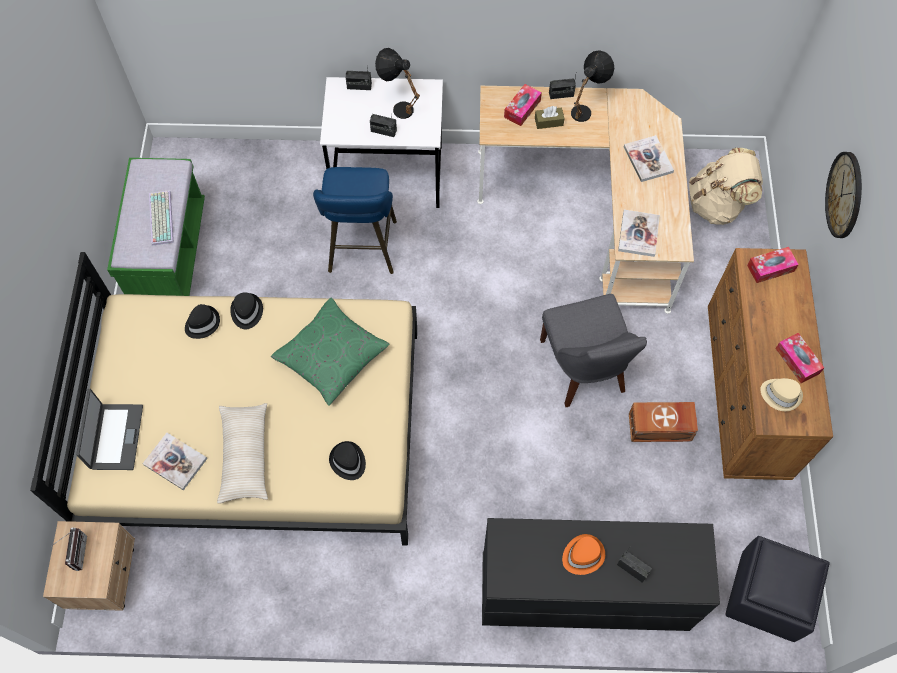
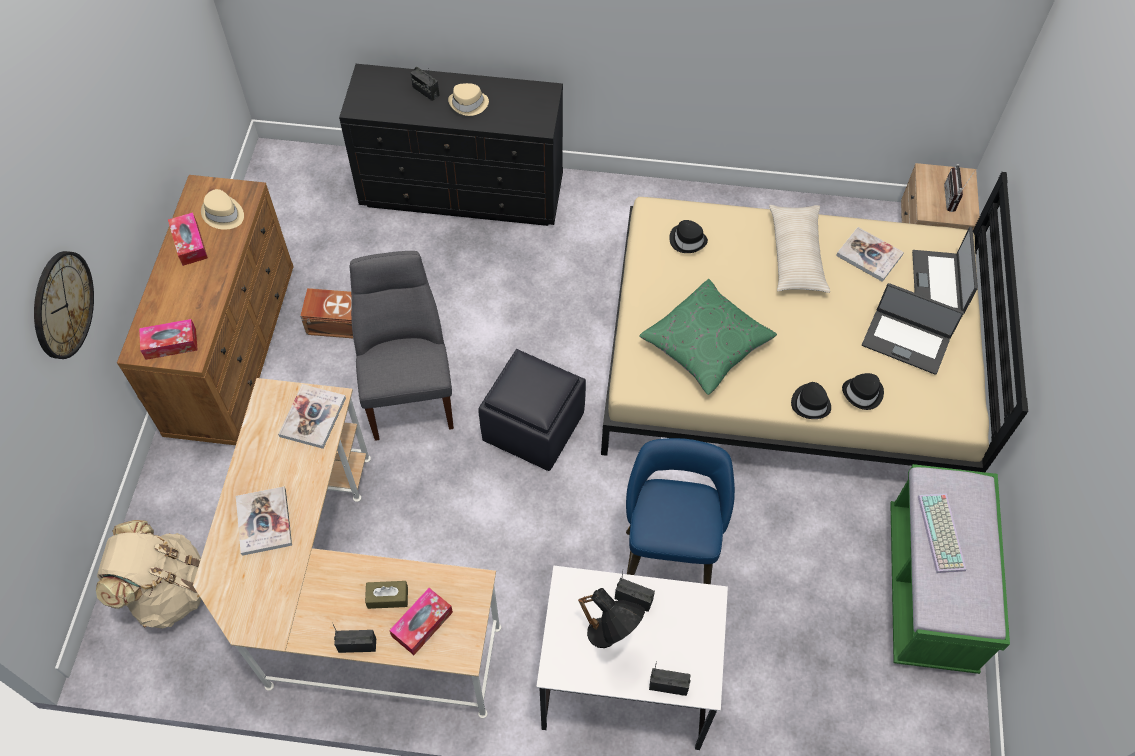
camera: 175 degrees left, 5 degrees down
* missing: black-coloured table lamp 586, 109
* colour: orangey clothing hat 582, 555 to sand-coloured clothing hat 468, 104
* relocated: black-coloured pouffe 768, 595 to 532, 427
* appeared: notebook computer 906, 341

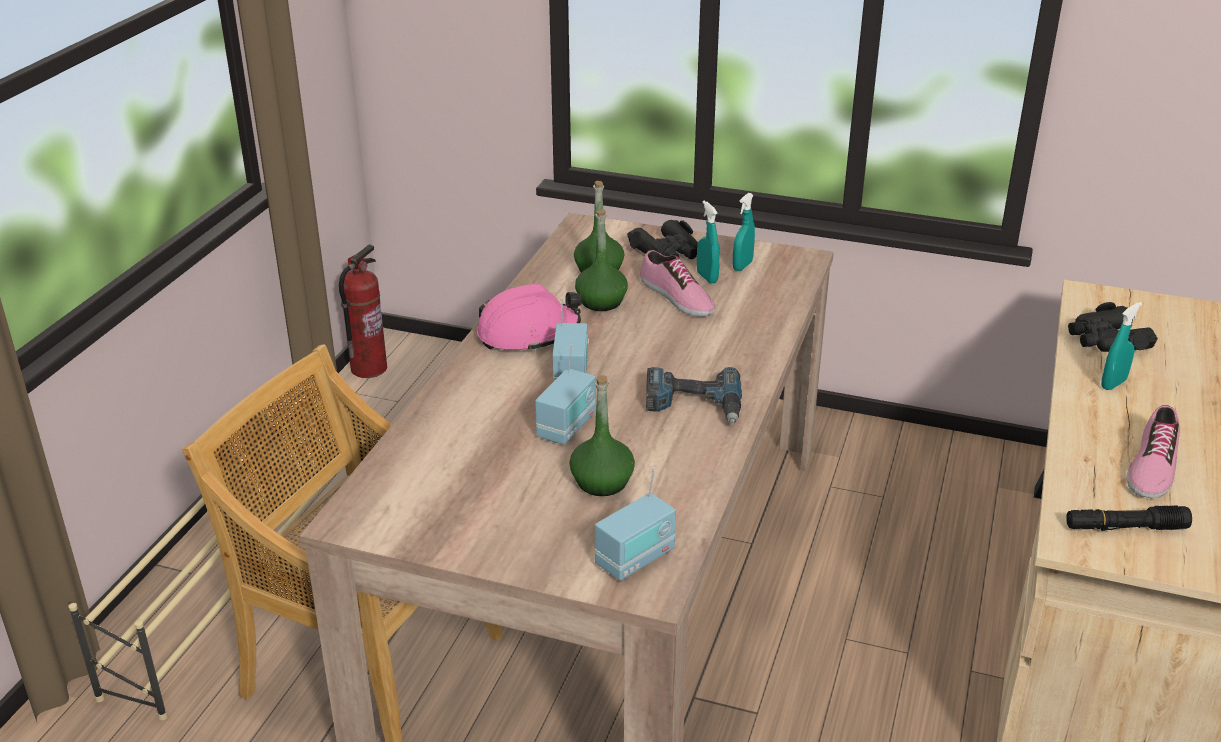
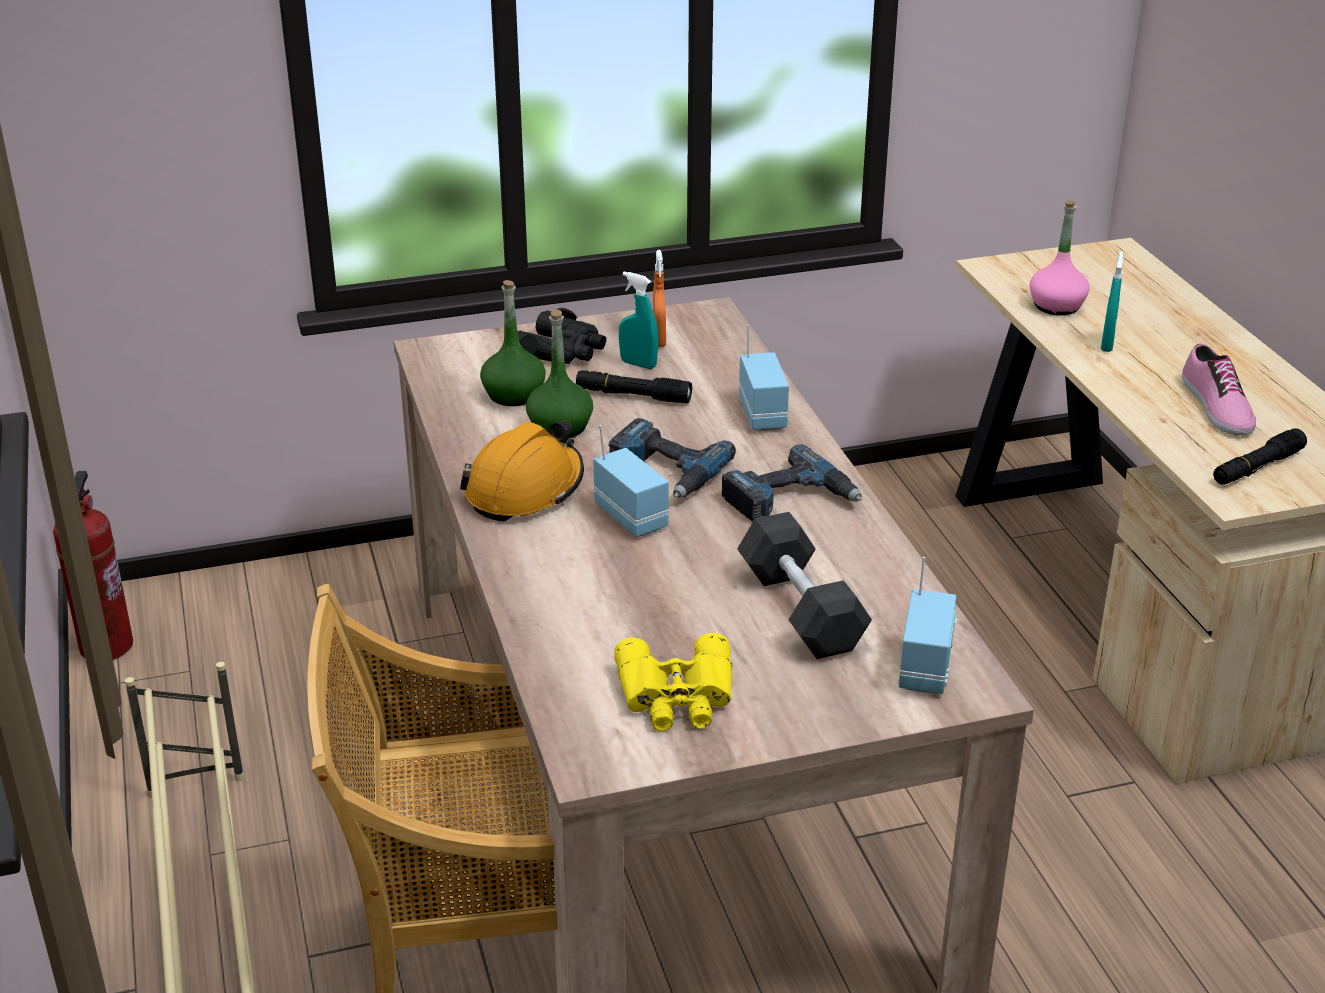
camera: 35 degrees left, 0 degrees up
* colour: turquoise-coloured sprayer 742, 266 to orangey sprayer 659, 340
* exchanged: item of footwear 676, 297 to black-coloured hand torch 633, 395
* colour: pink hard hat 528, 333 to orangey hard hat 525, 489
* exchanged: black-coloured field glasses 1106, 340 to pink bottle 1056, 306
* relocated: radio receiver 567, 427 to 763, 415
* exchanged: greenish bottle 602, 482 to grey dumbbell 801, 610
* appeared: power drill 665, 471
* appeared: yellow field glasses 677, 696

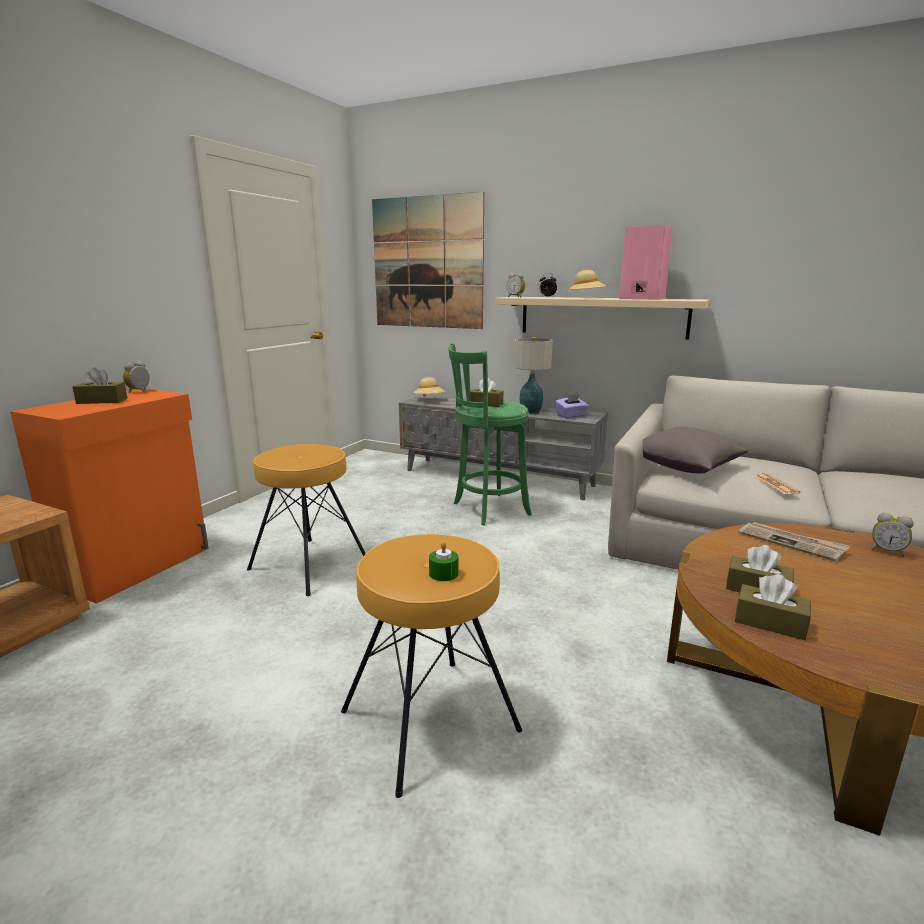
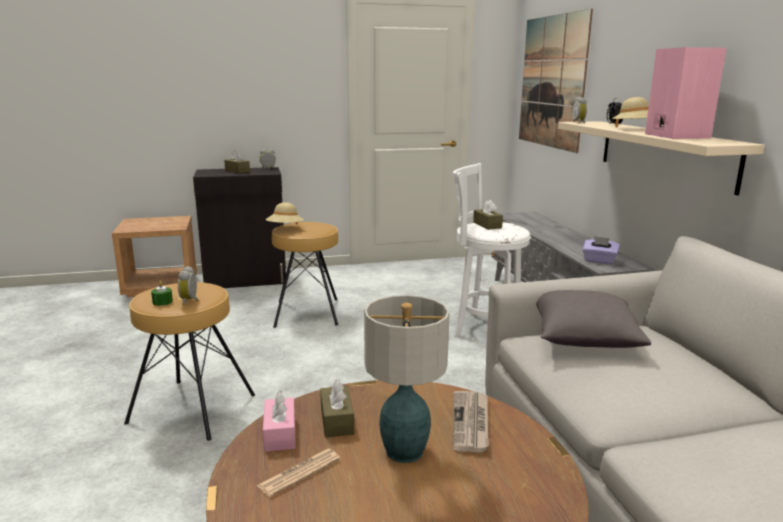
camera: 50 degrees right, 0 degrees up
* relocated: table lamp 531, 412 to 405, 452
* colour: greenish stool 487, 509 to white stool 484, 329
* relocated: sand-coloured clothing hat 429, 400 to 285, 228
* colour: orangey cupboard 138, 566 to black-coloured cupboard 246, 280
* relocated: printed paper 776, 484 to 299, 473
* relocated: table clock 887, 551 to 190, 301
* colour: brownish box of tissues 770, 622 to pink box of tissues 280, 434

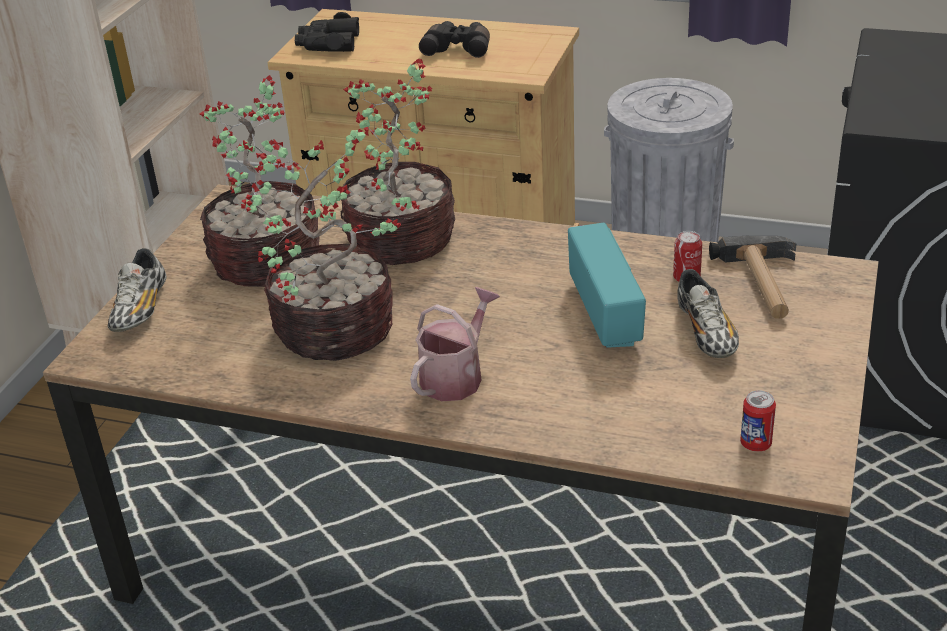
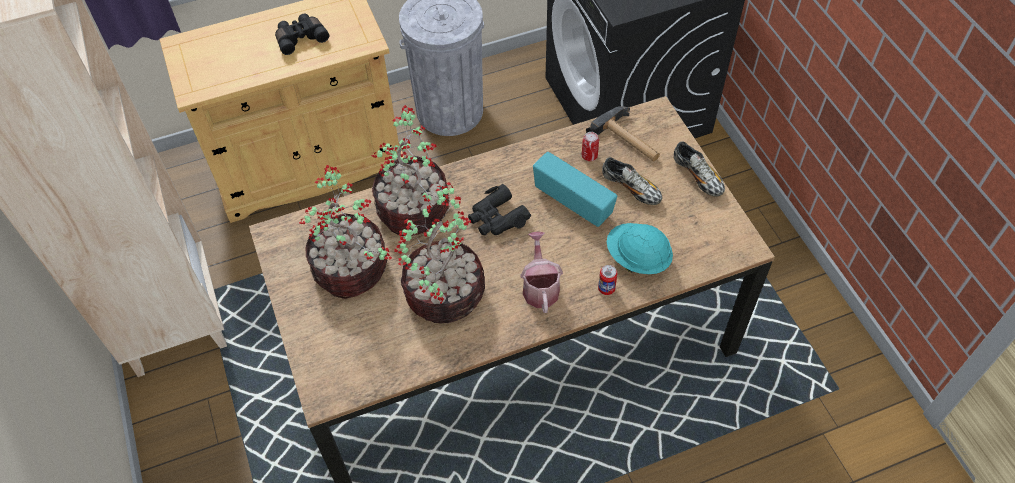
camera: 40 degrees left, 20 degrees up
* relocated: black-coloured field glasses 328, 43 to 497, 218
* relocated: item of footwear 140, 309 to 697, 177
* relocated: can 755, 444 to 606, 288
* appeared: turquoise-coloured hard hat 637, 258

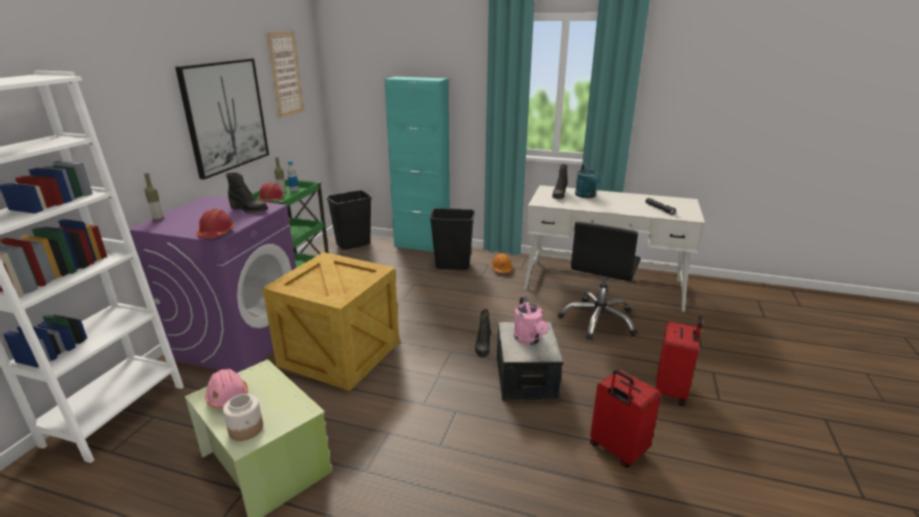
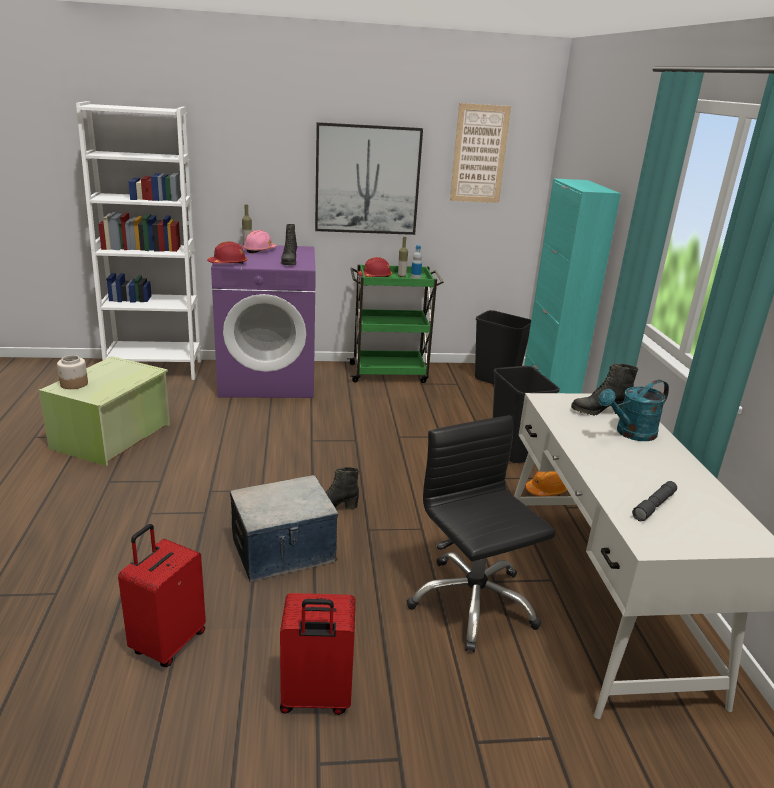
camera: 65 degrees right, 0 degrees up
* spun: black-coloured office chair 598, 320 = 472, 602 60 degrees clockwise
* missing: shipping crate 339, 352
* missing: pink sprinkling can 529, 340
* relocated: pink hard hat 227, 396 to 259, 250

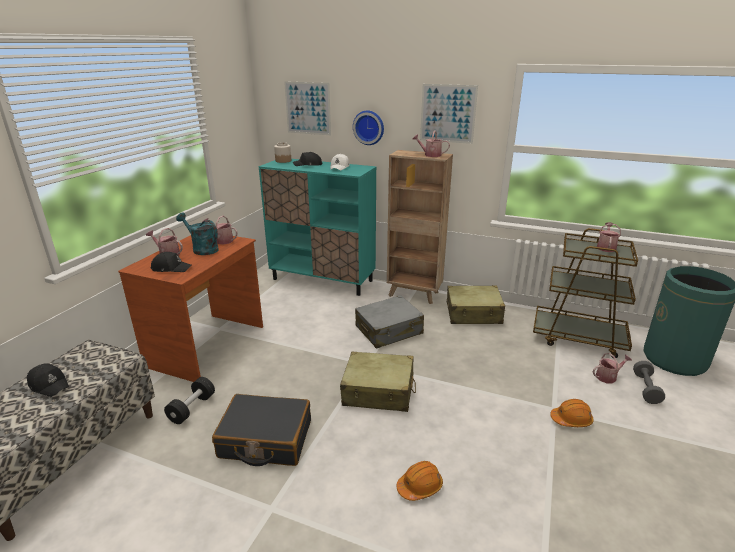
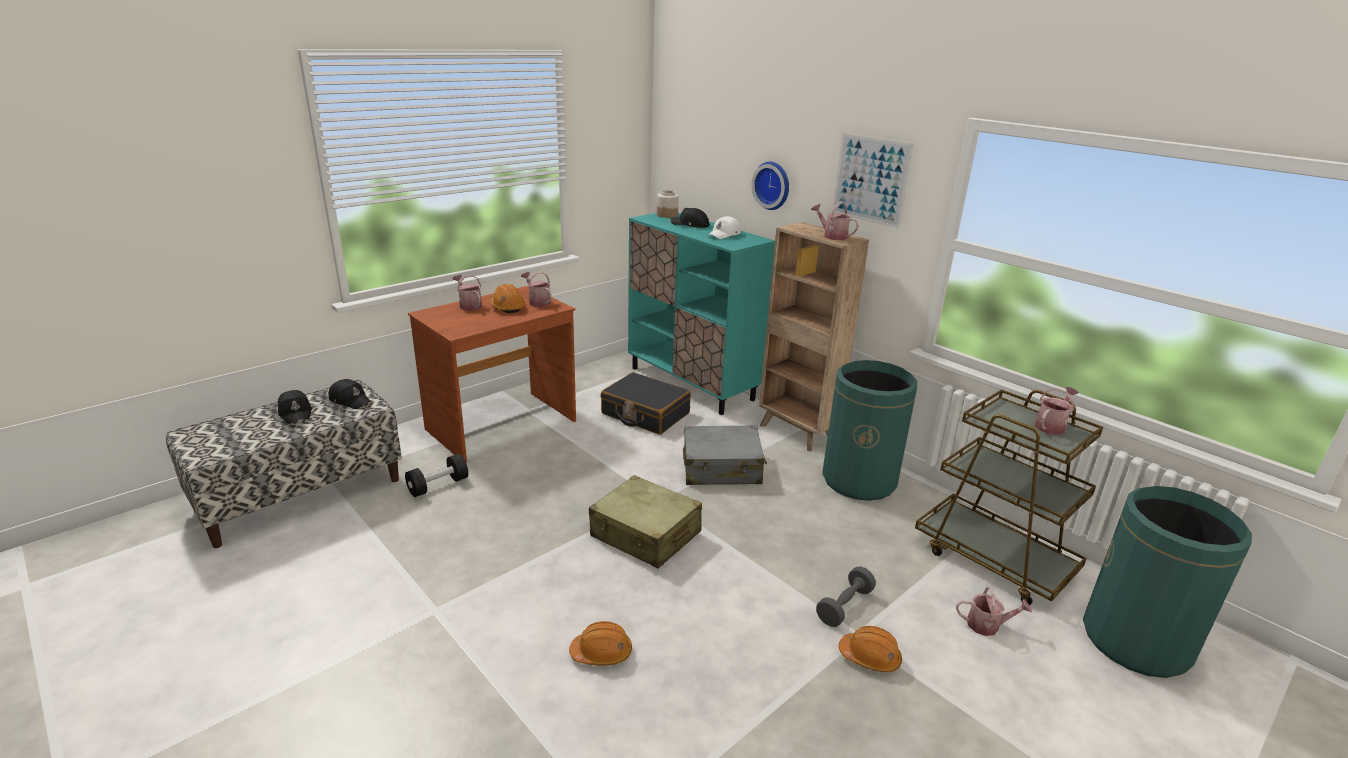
camera: 25 degrees right, 0 degrees up
* missing: wall art 308, 108
* exchanged: turquoise-coloured sprinkling can 202, 249 to orangey hard hat 508, 307
* relocated: black-coloured peaked cap 171, 268 to 350, 400
* exchanged: sand-coloured piece of luggage 473, 313 to greenish trash can 859, 480
* relocated: grey dumbbell 646, 389 to 844, 606
* relocated: black-coloured piece of luggage 265, 439 to 645, 414

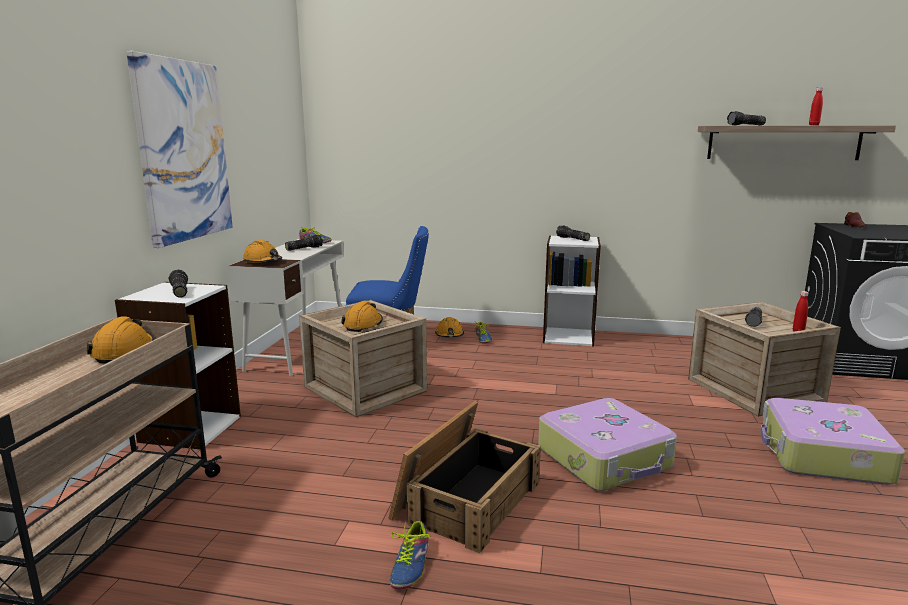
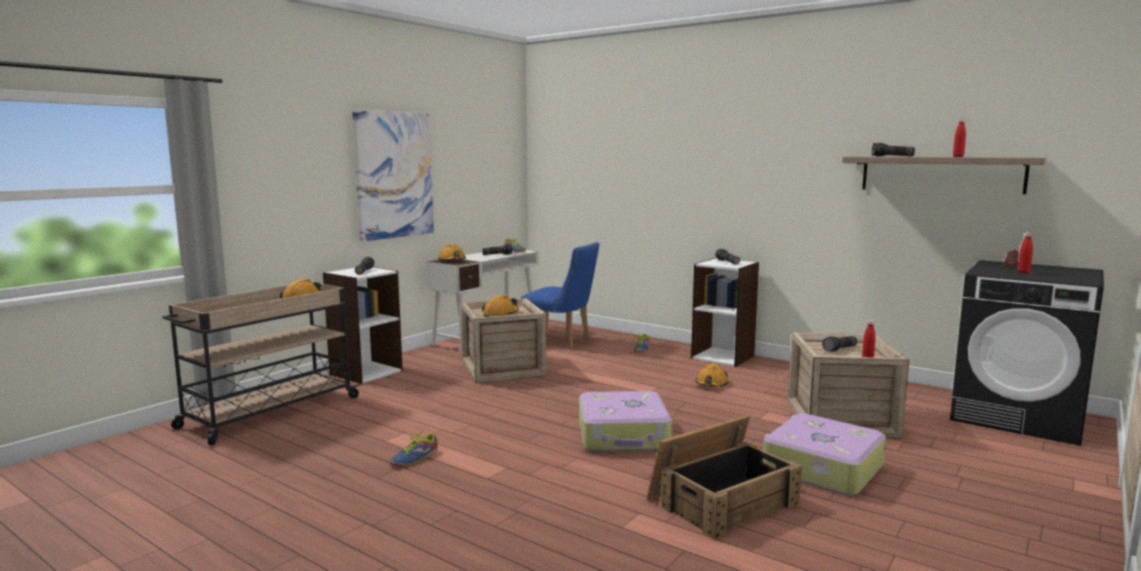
camera: 25 degrees right, 5 degrees down
* relocated: orangey hard hat 449, 335 to 711, 384
* relocated: shipping crate 466, 499 to 722, 500
* appeared: reddish bottle 1023, 272

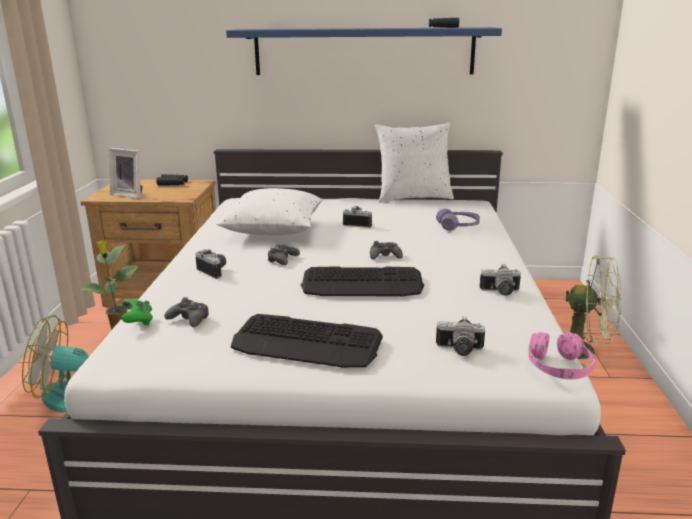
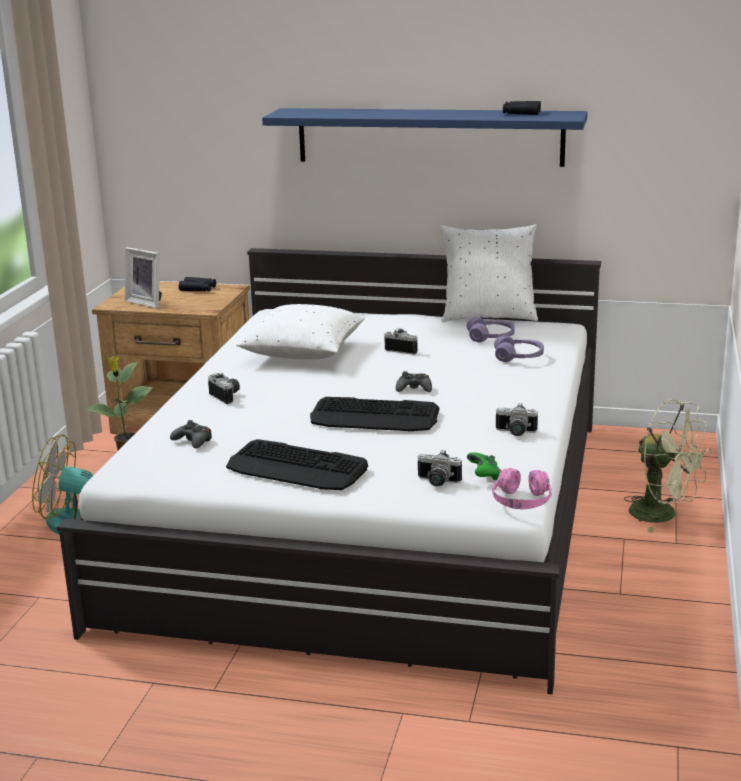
camera: 10 degrees right, 0 degrees up
* missing: black-coloured game controller 282, 259
* relocated: greenish game controller 138, 321 to 485, 476
* appeared: purple-coloured headphones 491, 338

